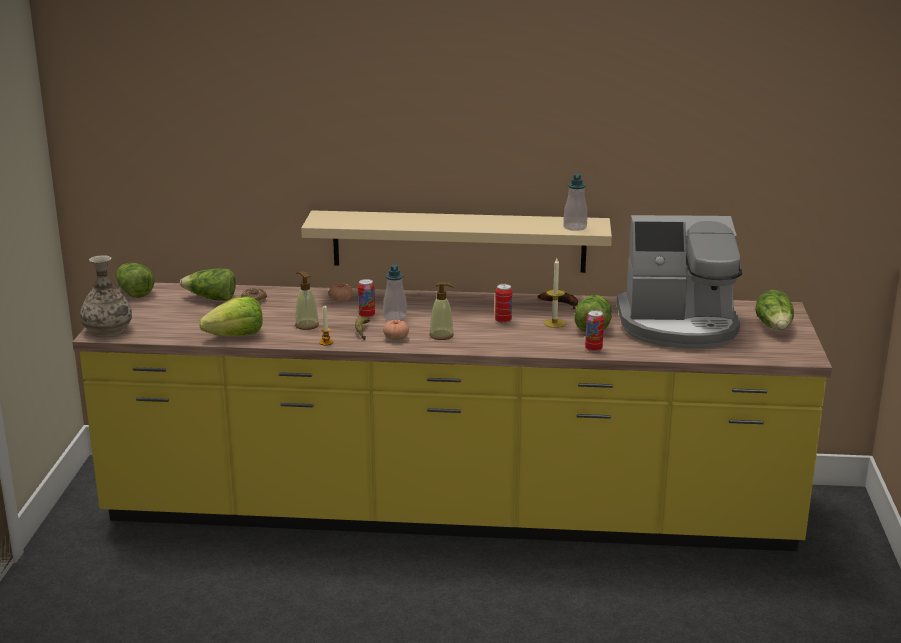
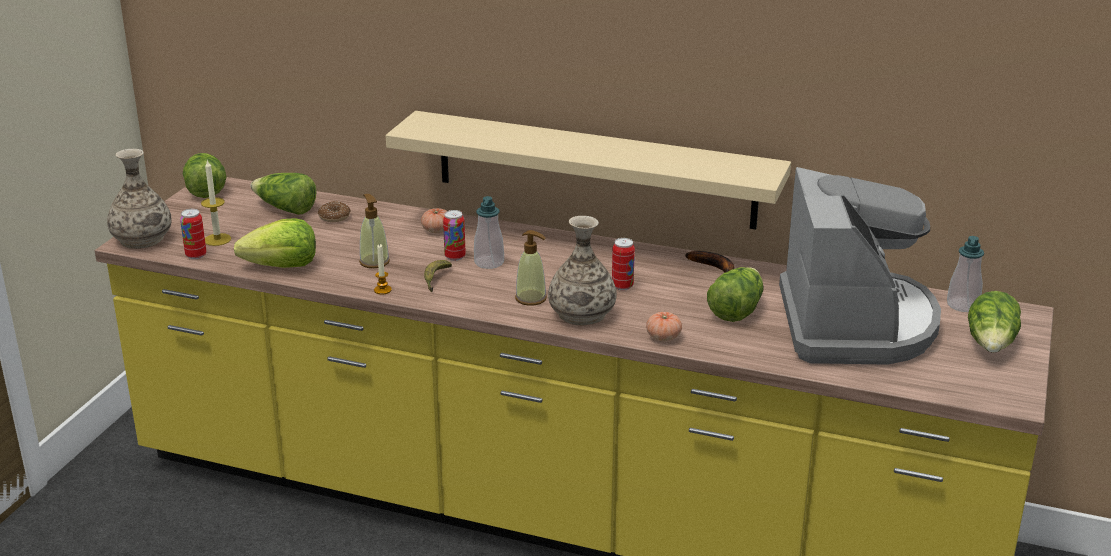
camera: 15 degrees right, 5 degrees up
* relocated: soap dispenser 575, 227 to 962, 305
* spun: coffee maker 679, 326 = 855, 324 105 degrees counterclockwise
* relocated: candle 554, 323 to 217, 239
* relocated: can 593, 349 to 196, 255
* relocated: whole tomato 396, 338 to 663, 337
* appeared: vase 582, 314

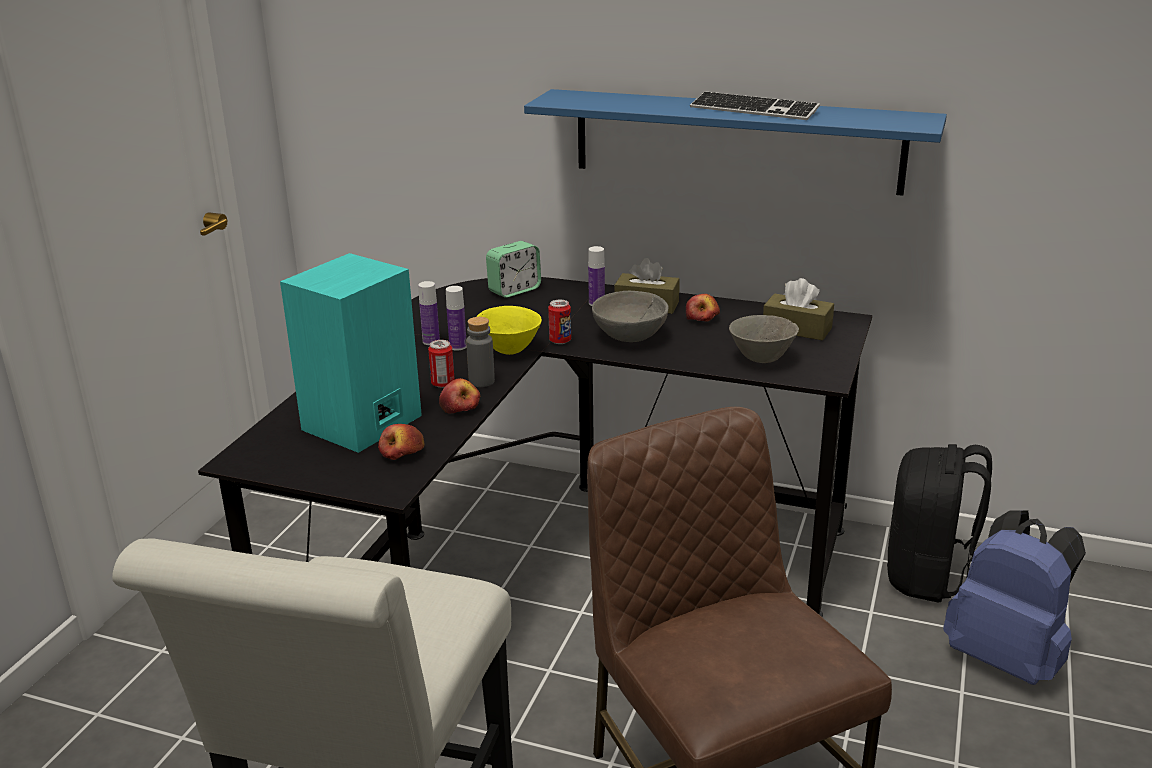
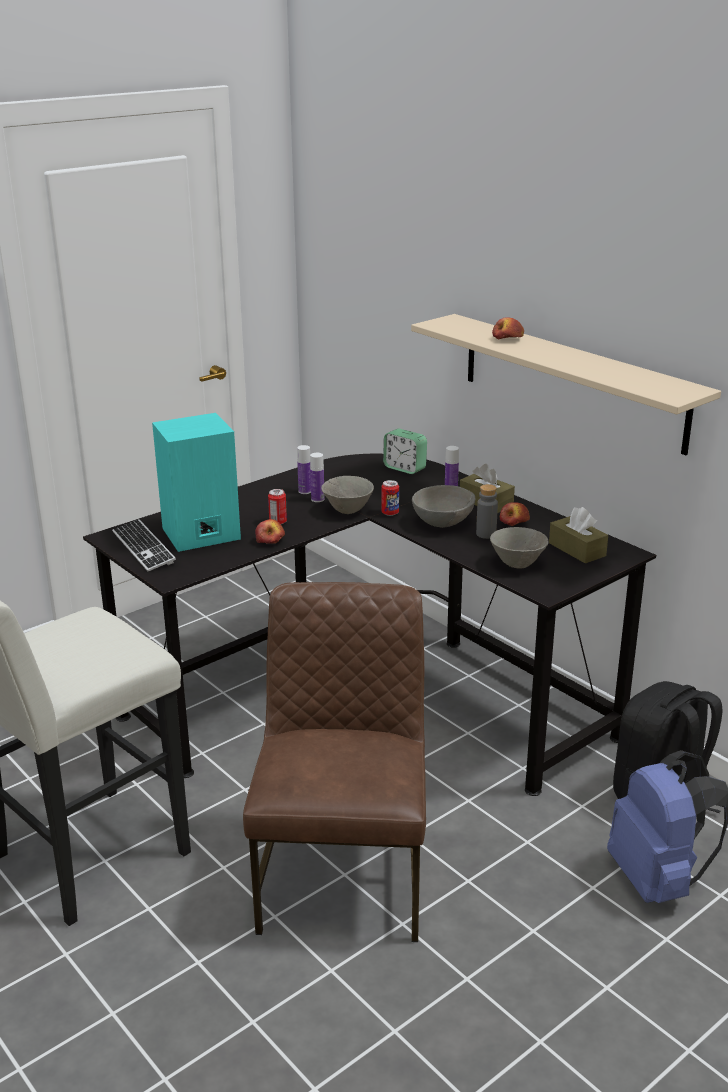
camera: 30 degrees right, 0 degrees up
* colour: blue bracket shelf 736, 141 to sand-coloured bracket shelf 571, 381
* relocated: keyboard 753, 110 to 143, 547
* spun: table clock 514, 290 = 405, 468 45 degrees clockwise
* colour: yellow serving bowl 510, 350 to grey serving bowl 348, 511
* relocated: grey bottle 481, 381 to 486, 534
* relocated: whole apple 402, 453 to 507, 339

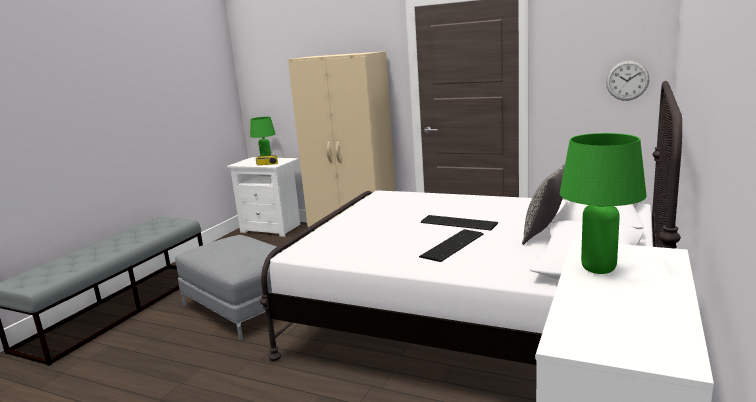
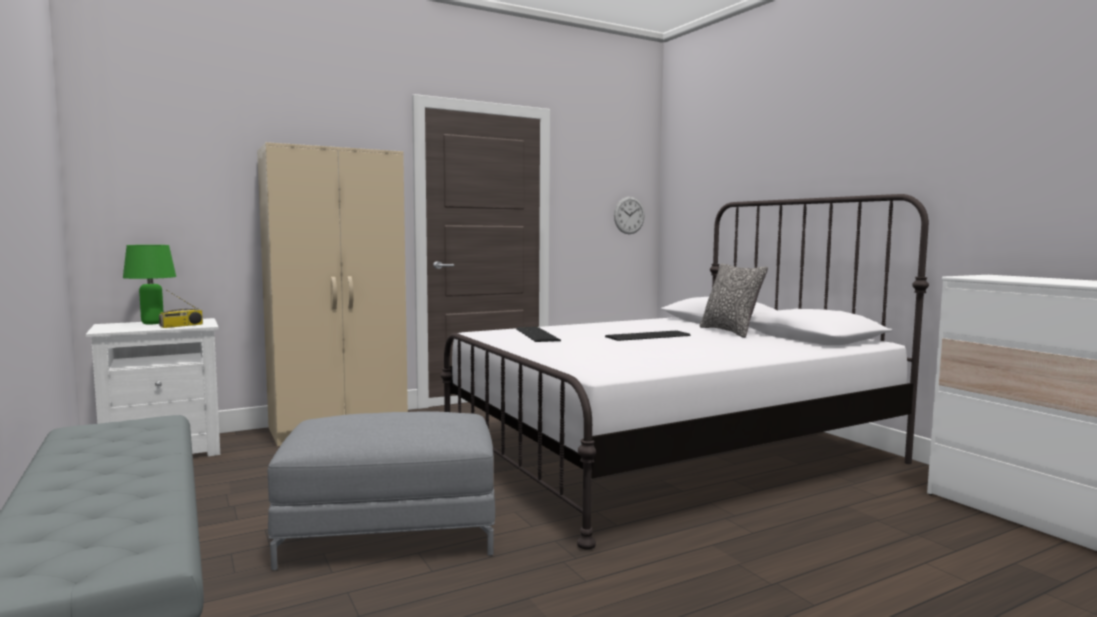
camera: 55 degrees left, 10 degrees down
* missing: greenish table lamp 599, 269
* relocated: keyboard 450, 245 to 536, 335

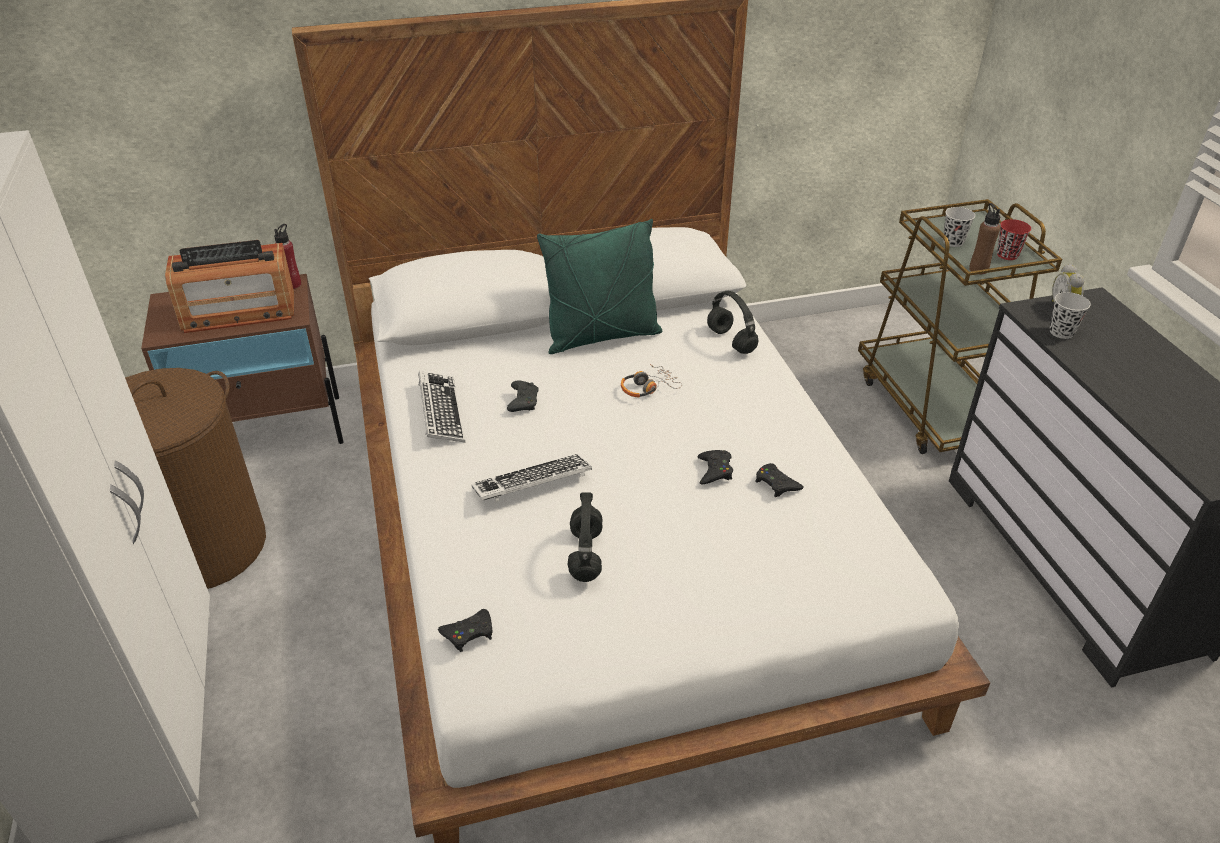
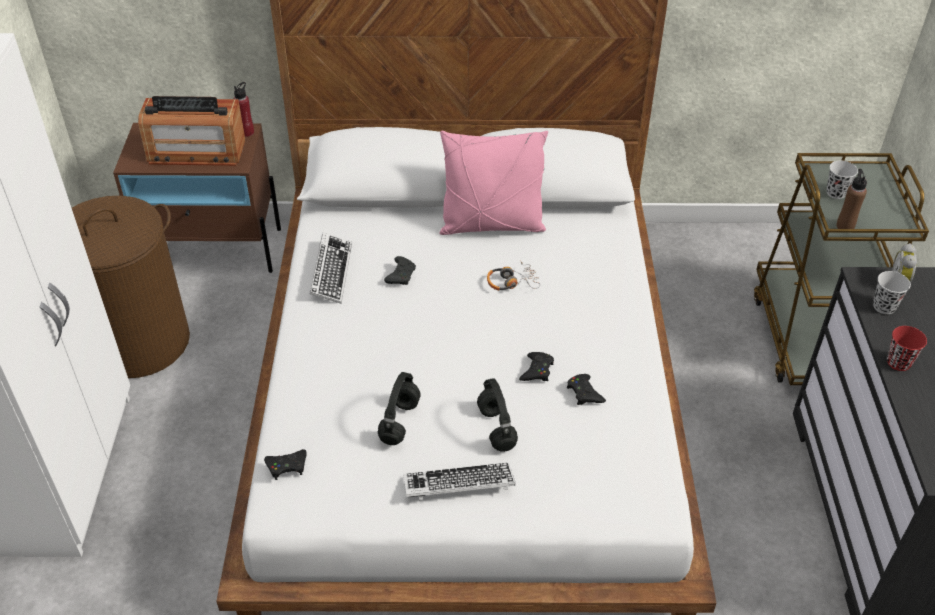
camera: 15 degrees right, 5 degrees up
* colour: greenish throw pillow 602, 336 to pink throw pillow 492, 225
* relocated: reddish drinking cup 1007, 255 to 898, 362
* relocated: black-coloured headphones 732, 341 to 497, 429
* relocated: keyboard 532, 484 to 459, 485

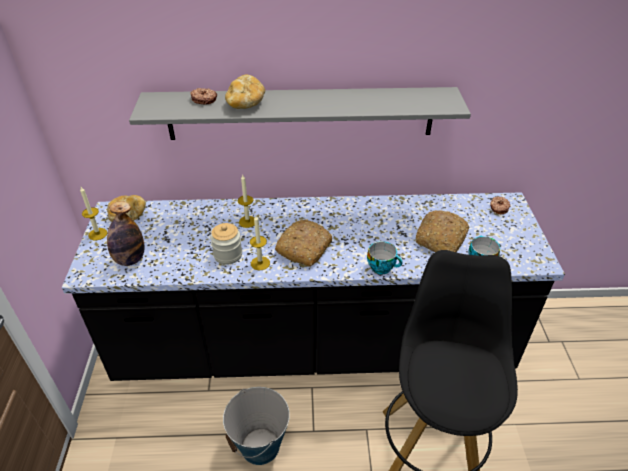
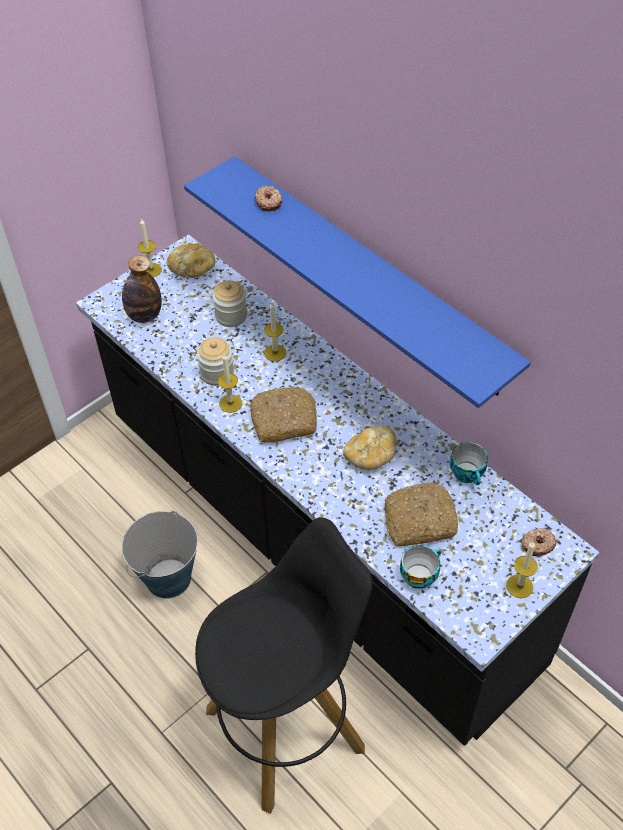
camera: 50 degrees right, 10 degrees up
* relocated: bakery bread 245, 103 to 370, 456
* colour: grey bracket shelf 300, 113 to blue bracket shelf 368, 274
* relocated: drinking cup 382, 267 to 468, 474
* appeared: preserve jar 231, 316
* appeared: candle 519, 586

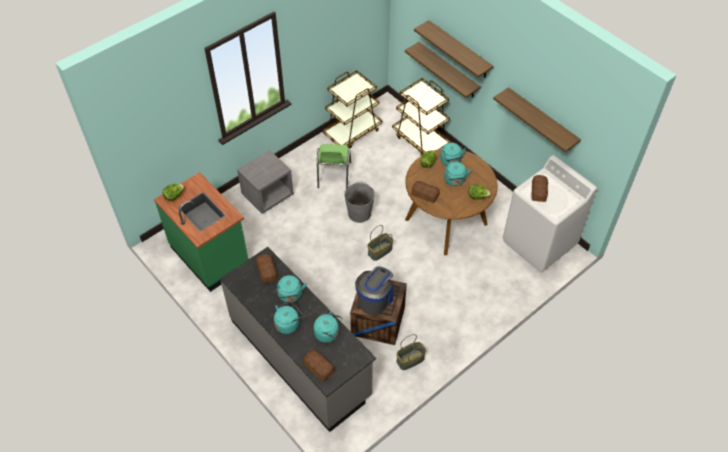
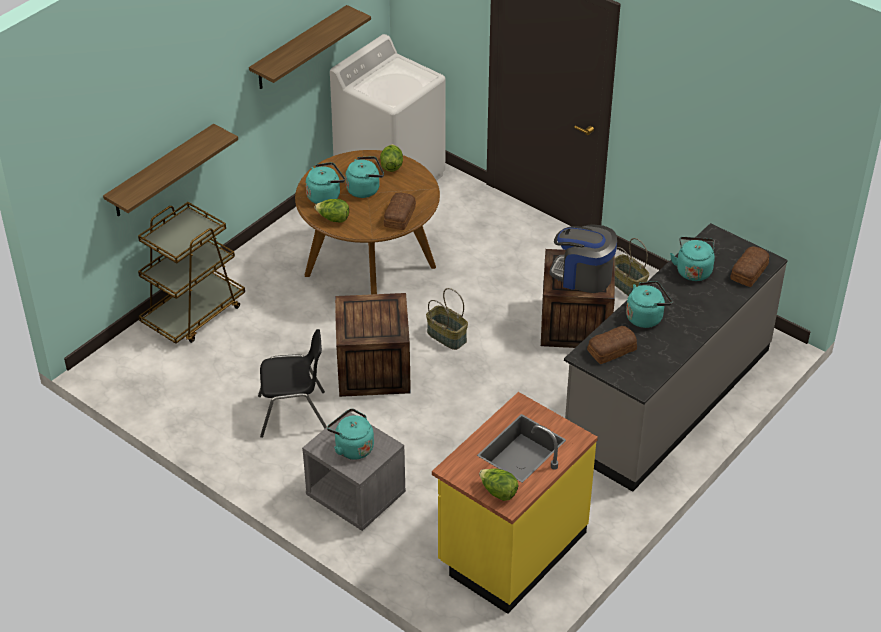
camera: 100 degrees left, 10 degrees down
* missing: bracket shelf 459, 50
* missing: brownish cart 352, 131
* colour: greenish chair 333, 175 to black-coloured chair 294, 414
* colour: greenish kitchen counter 210, 255 to yellow kitchen counter 511, 549
* missing: bakery bread 539, 191
* exchanged: grey pail 359, 213 to shipping crate 373, 369
* relocated: turquoise-coloured water kettle 288, 324 to 352, 447

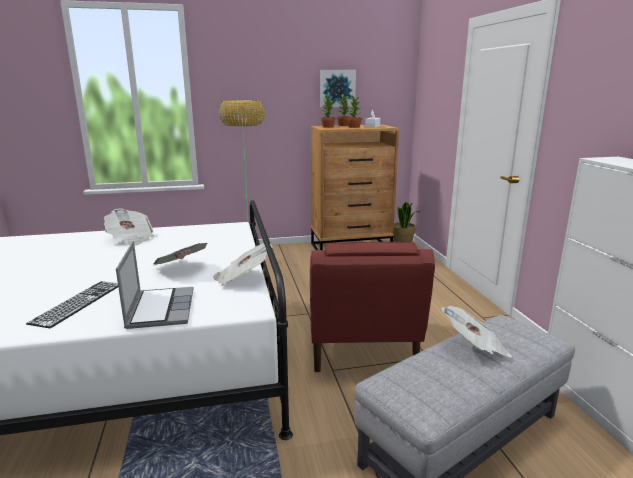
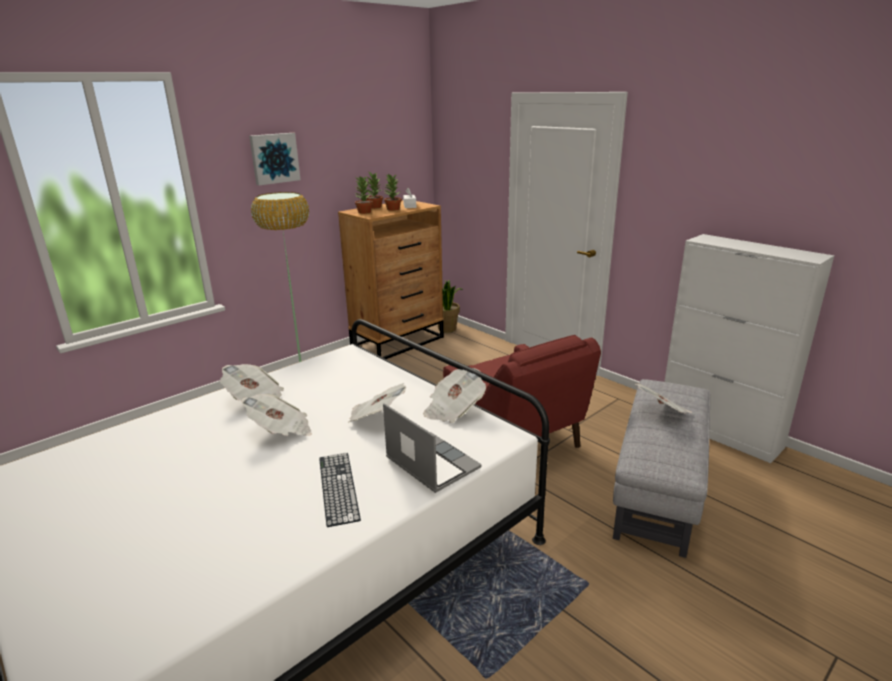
camera: 30 degrees left, 5 degrees up
* relocated: wall art 337, 88 to 274, 158
* appeared: printed paper 281, 430

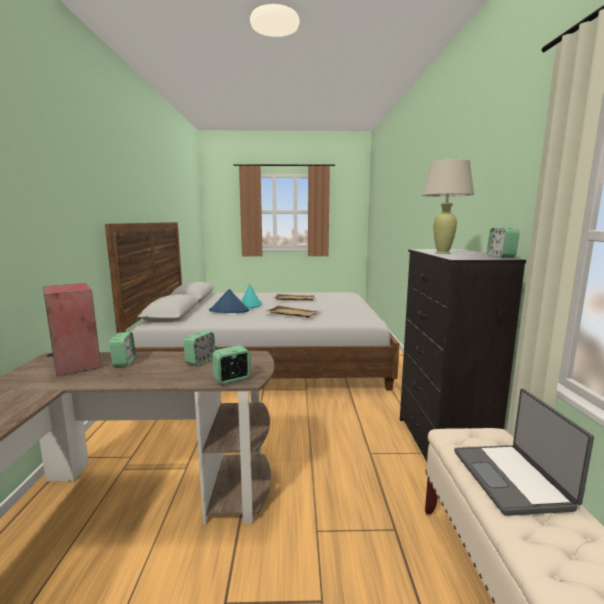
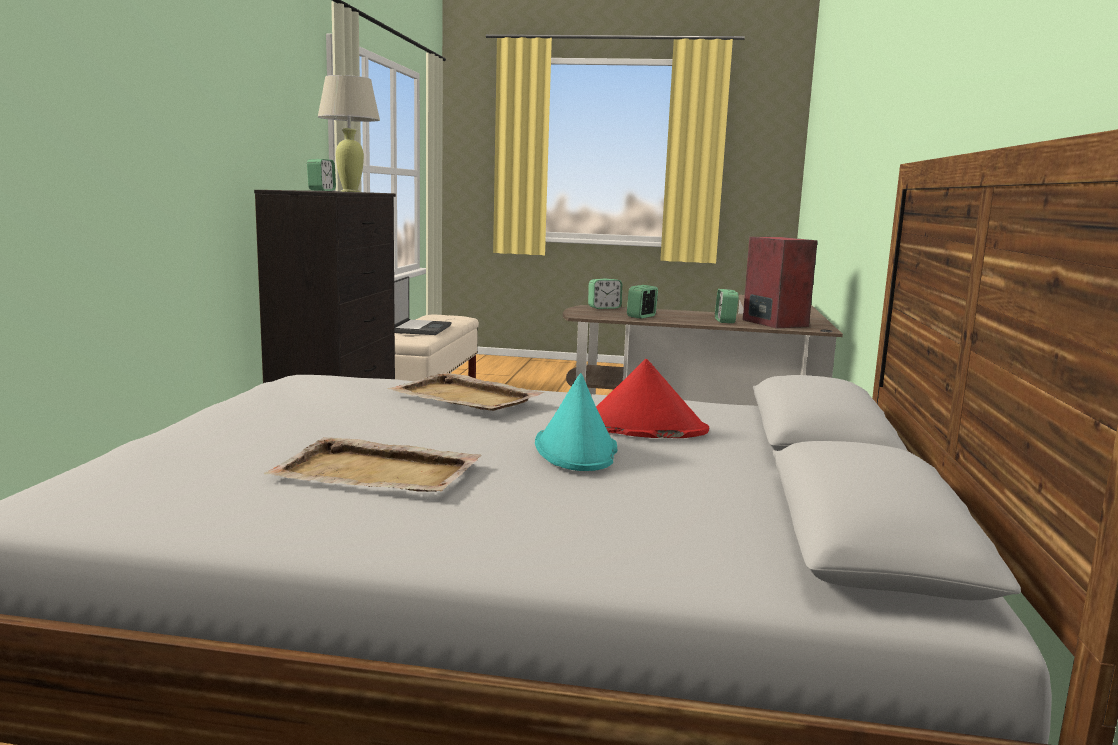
camera: 170 degrees left, 0 degrees up
* colour: blue clothing hat 229, 311 to reddish clothing hat 643, 428

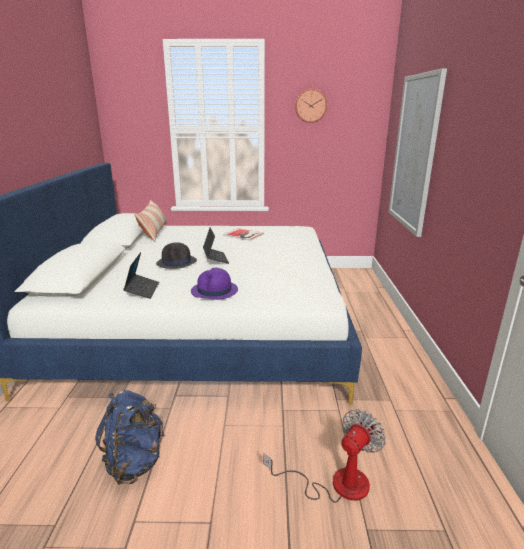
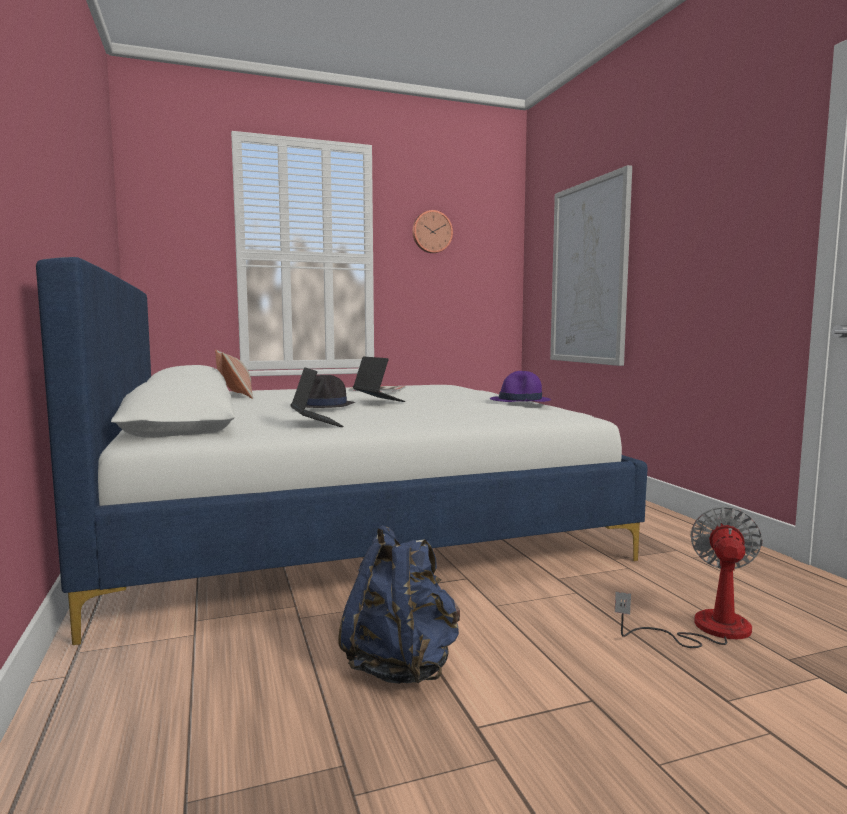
camera: 20 degrees left, 15 degrees down
* relocated: purple-coloured clothing hat 214, 291 to 520, 401

